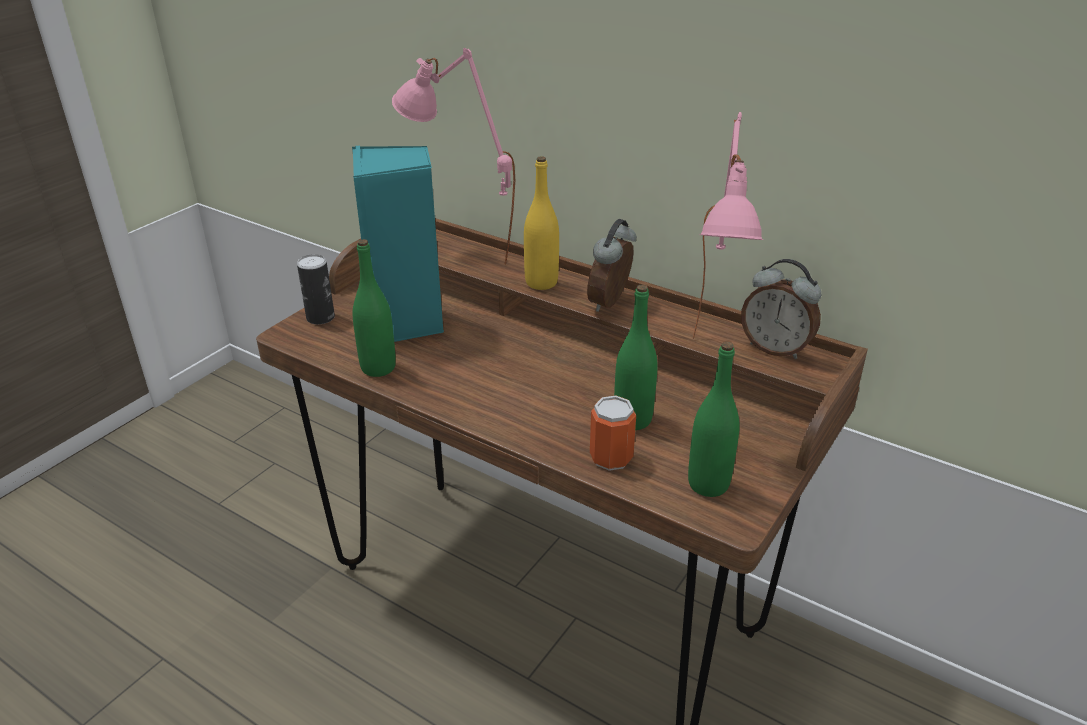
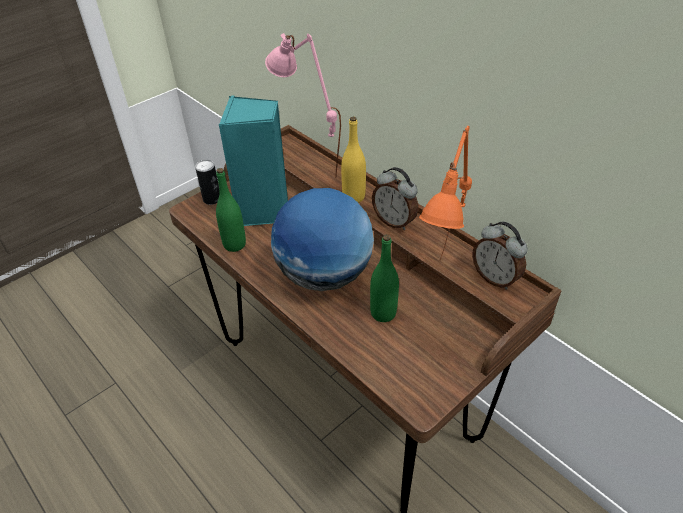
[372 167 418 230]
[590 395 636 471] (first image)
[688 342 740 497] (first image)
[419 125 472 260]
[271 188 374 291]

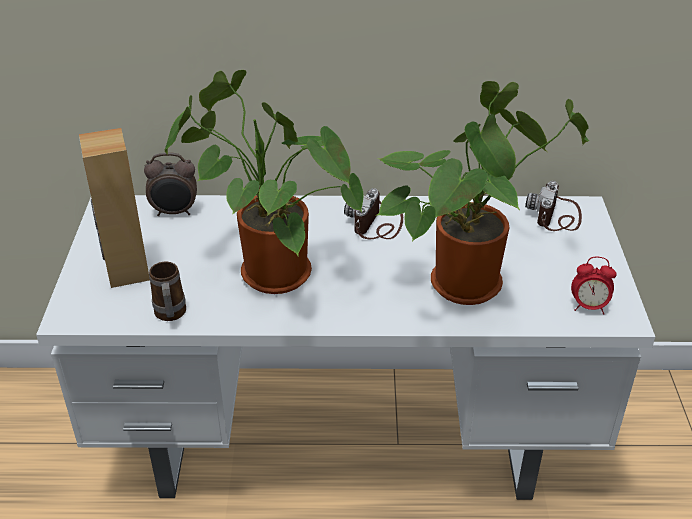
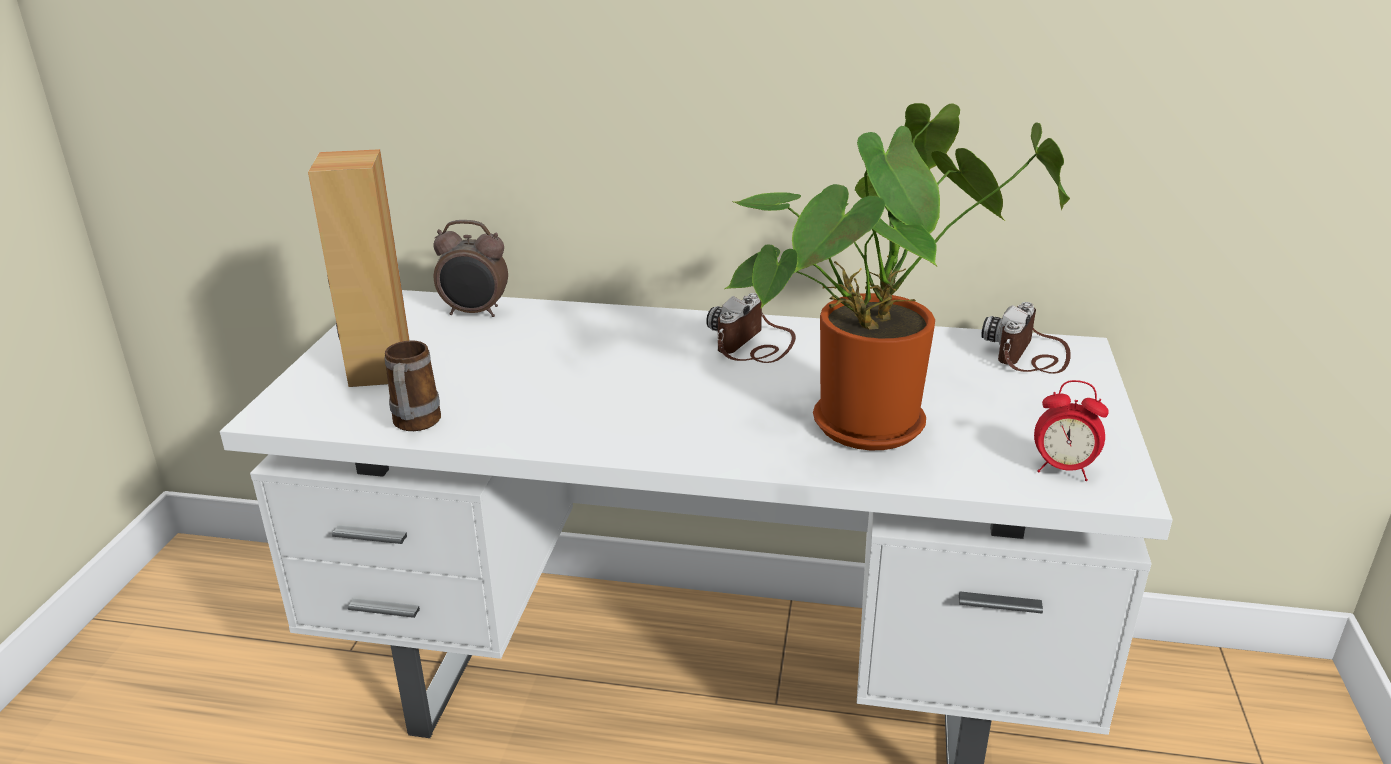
[165 70 364 294] (first image)

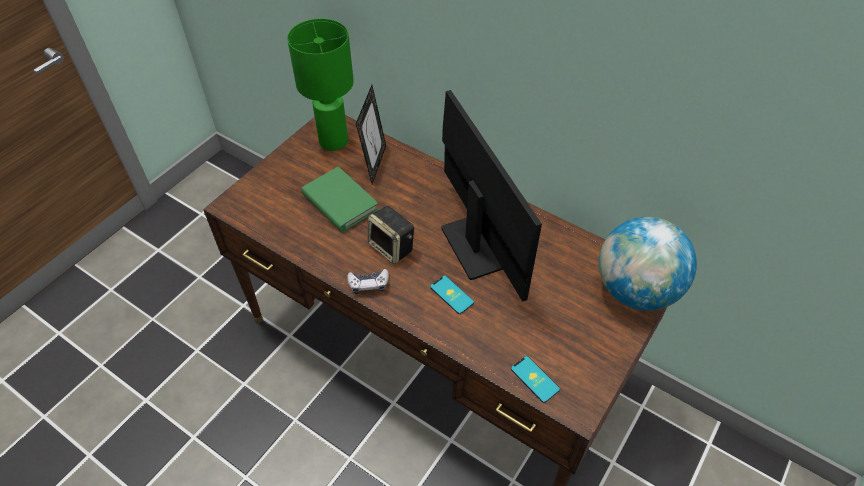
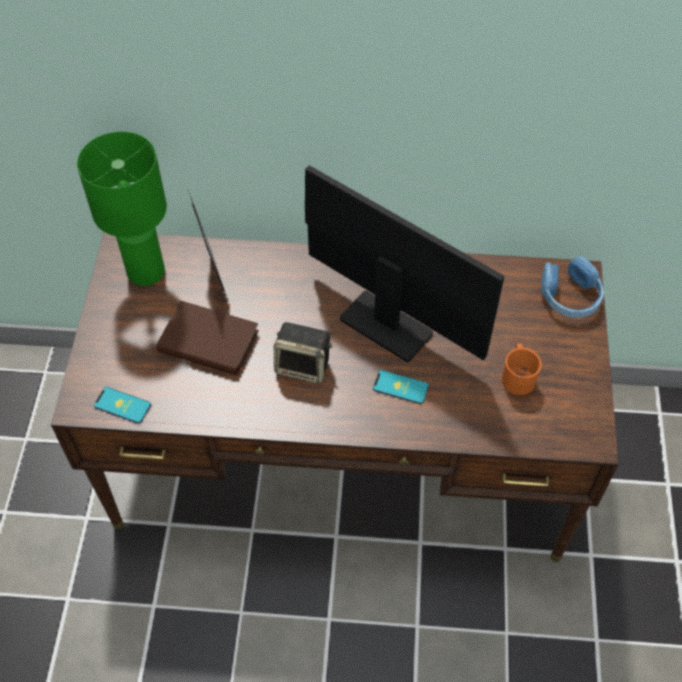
[157 301 259 375]
[347 269 389 294] (first image)
[94 387 151 424]
[541 256 604 318]
[502 343 542 395]

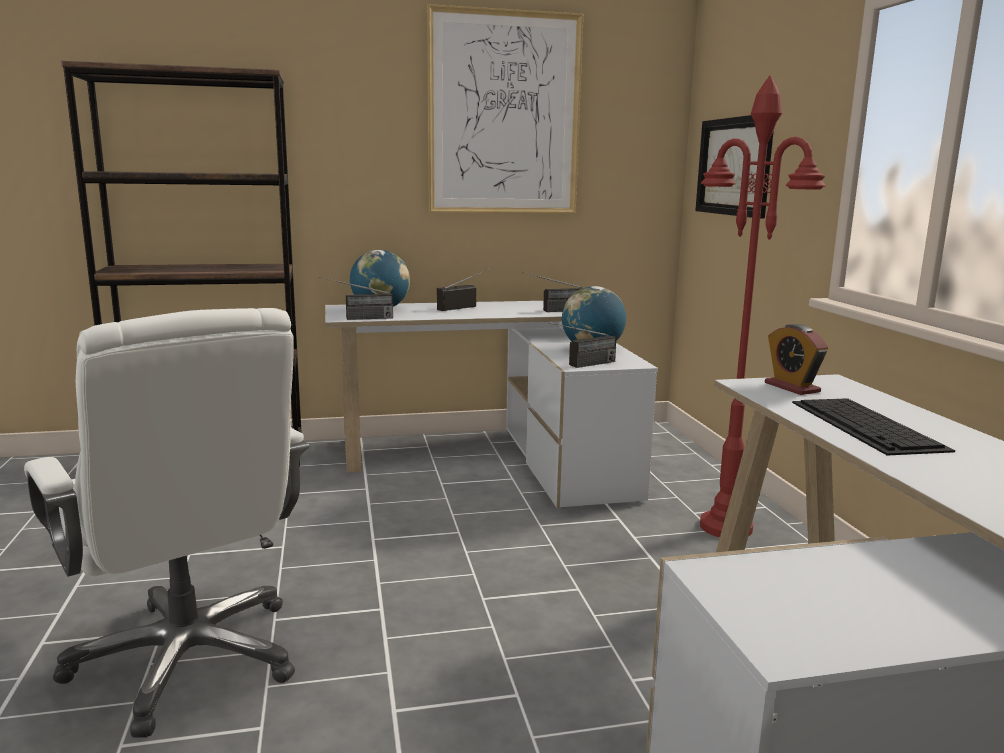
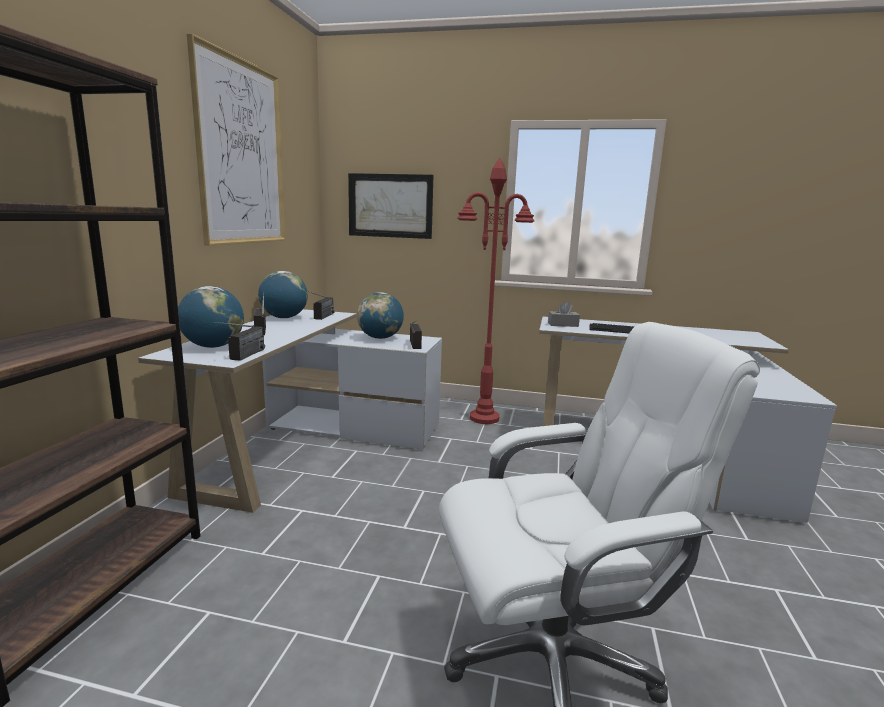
[548 301 580 327]
[258 271 308 318]

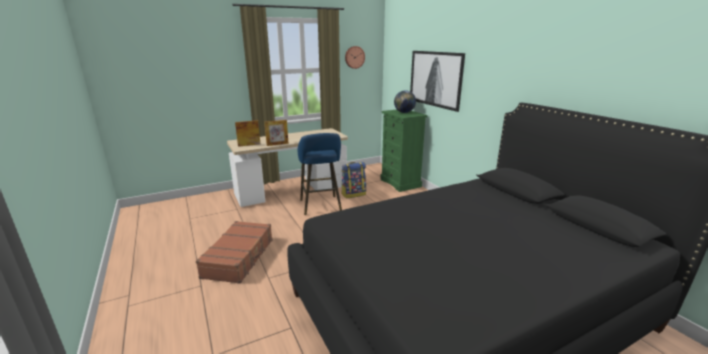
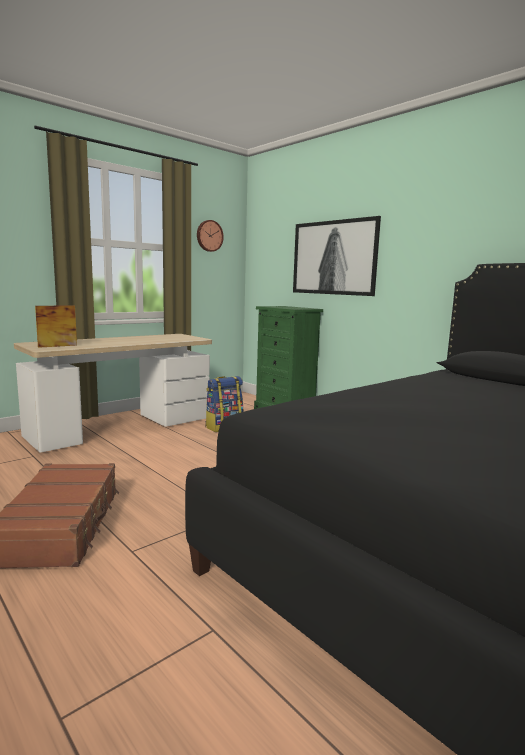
[265 120 289 146] (first image)
[298 133 342 215] (first image)
[394 90 416 113] (first image)

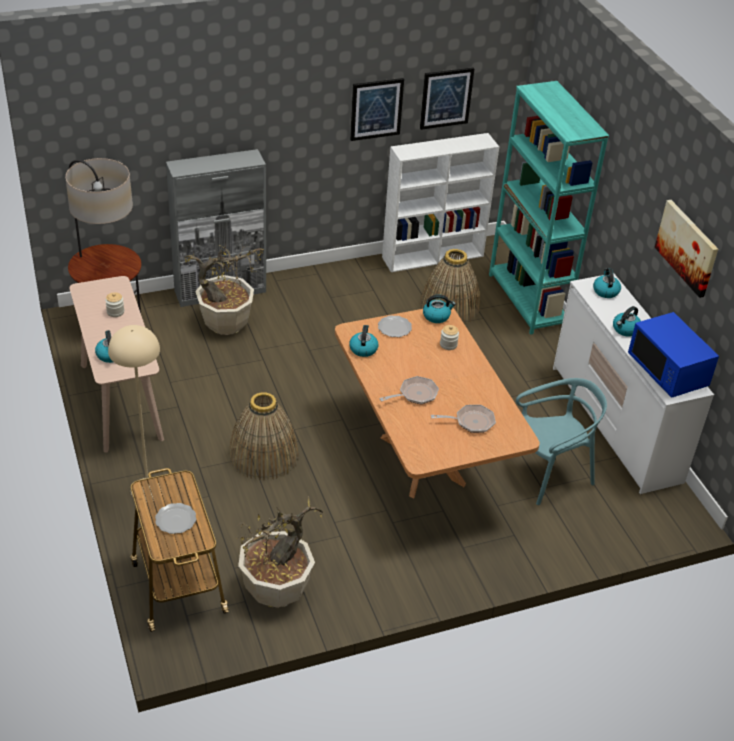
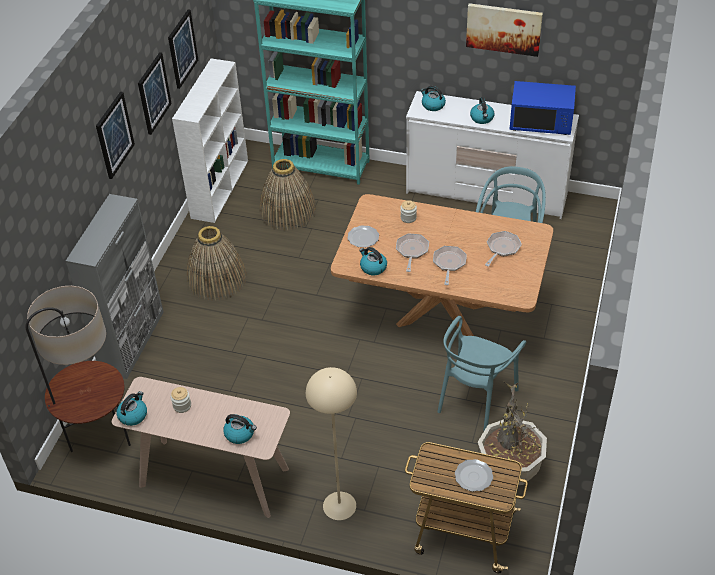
[185 244 264 335] (first image)
[187 226 247 301]
[116 391 147 426]
[96 92 135 179]
[396 234 429 272]
[437 316 526 431]

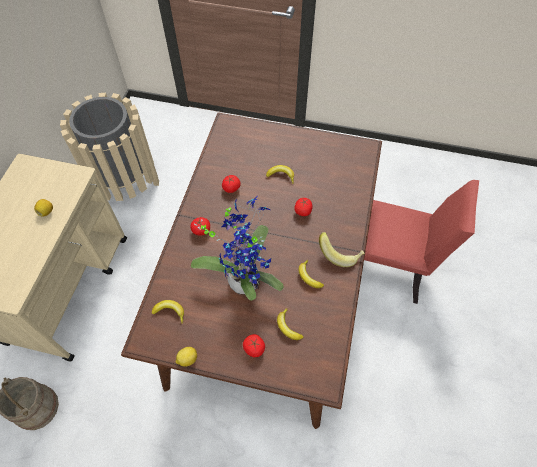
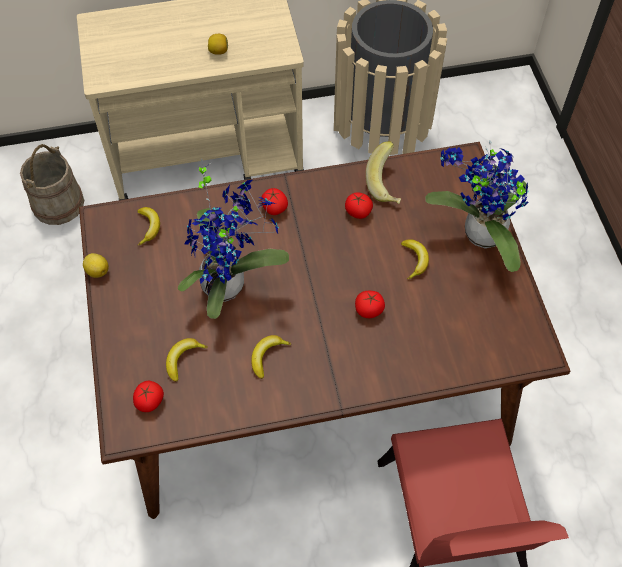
[133 381 164 412]
[366 141 401 204]
[425 140 529 272]

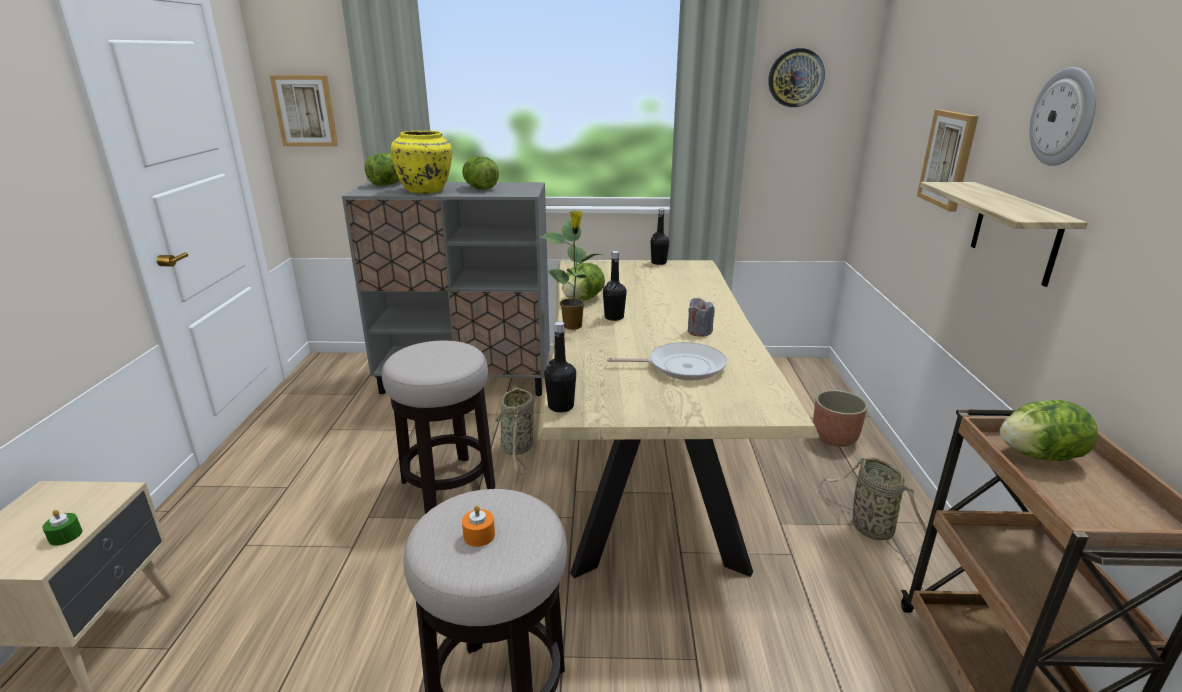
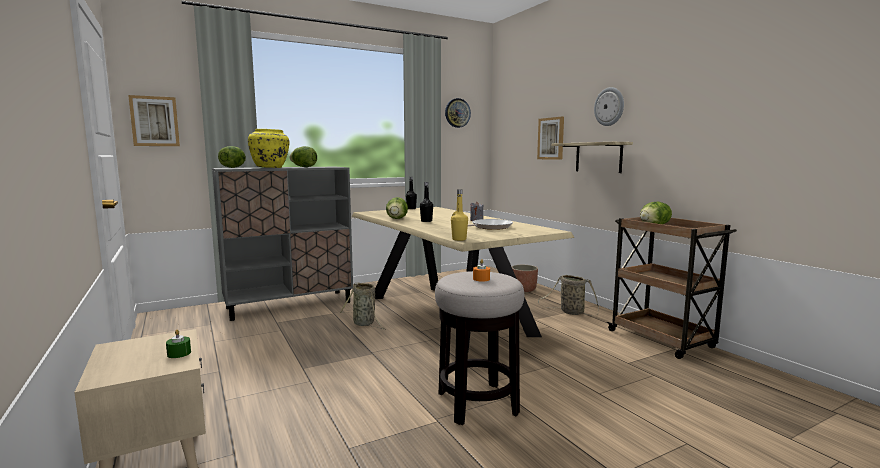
[382 341 495 514] (first image)
[540 211 601 330] (first image)
[451 189 468 241]

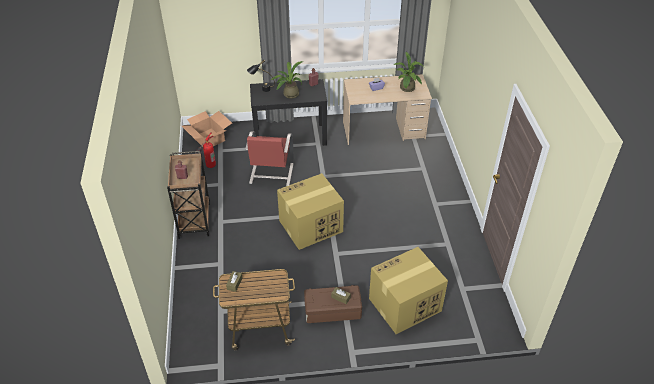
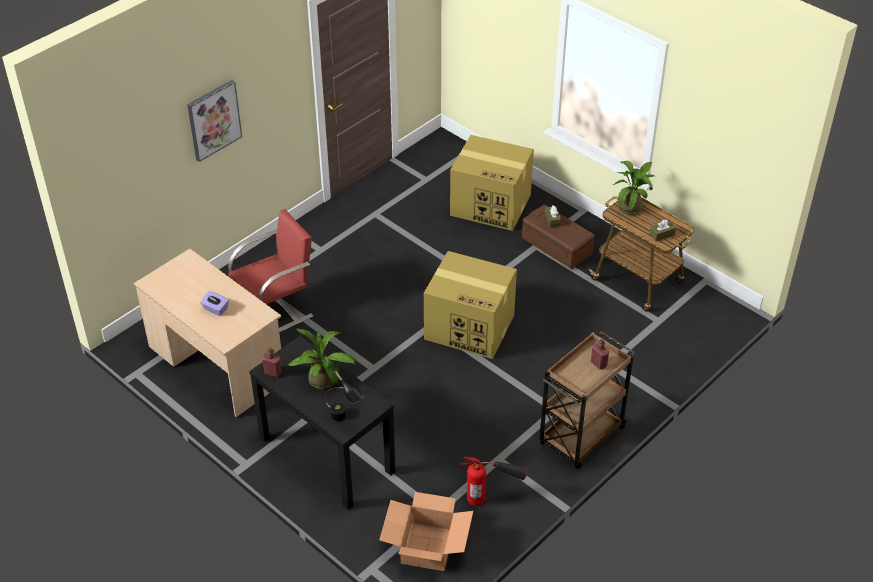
[228 209 313 332]
[613 161 655 215]
[187 80 242 162]

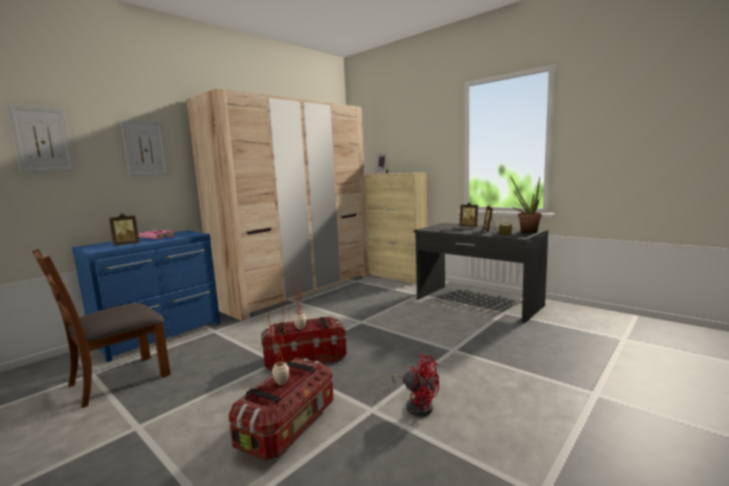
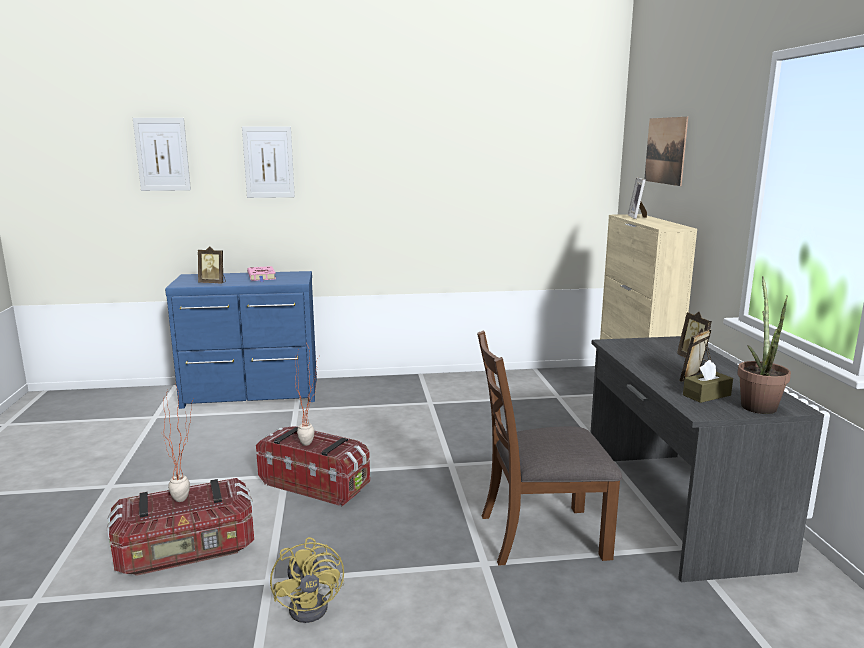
[477 330 622 565]
[186 89 369 321] (first image)
[270 537 344 623]
[644 117 688 186]

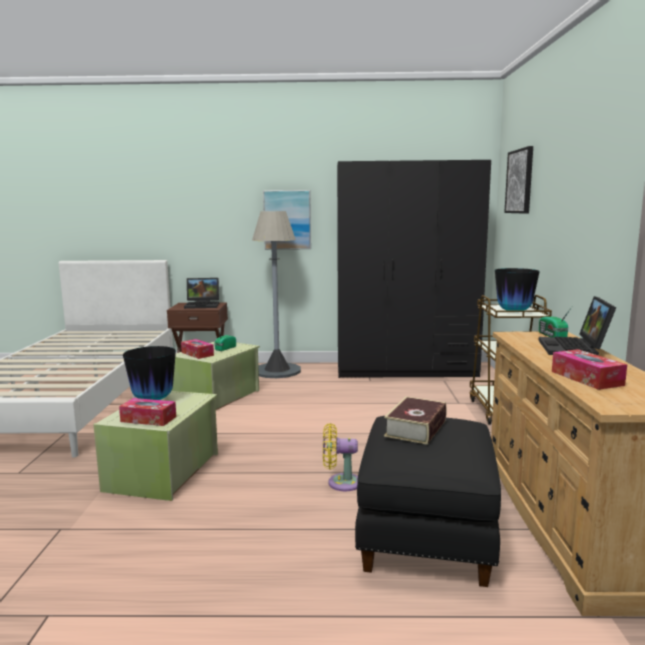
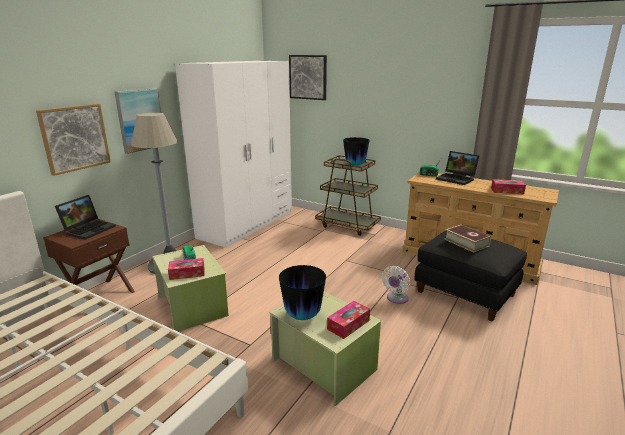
[382 266 410 304]
[175 61 292 248]
[36 104 111 176]

